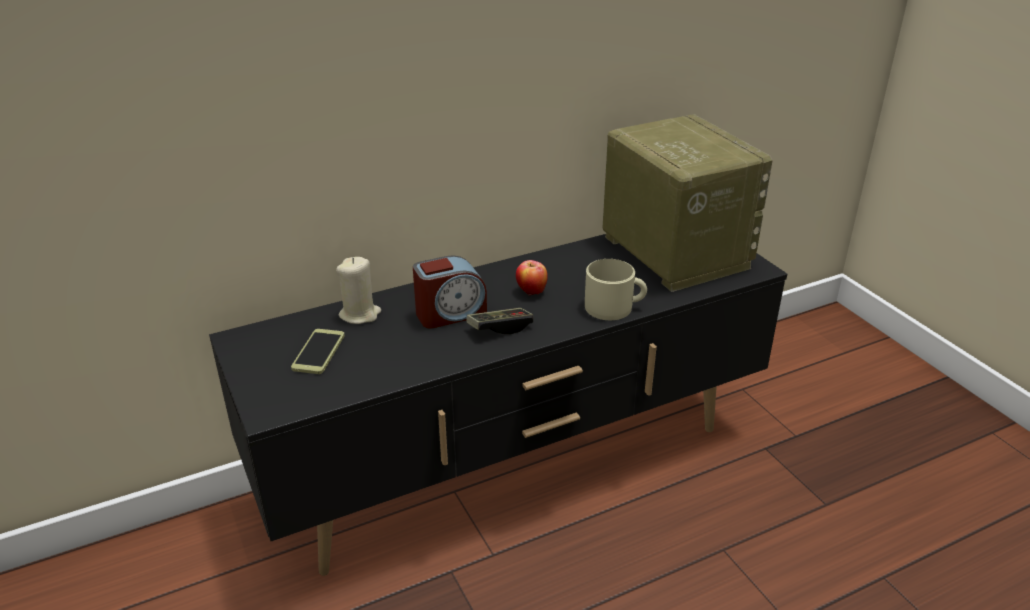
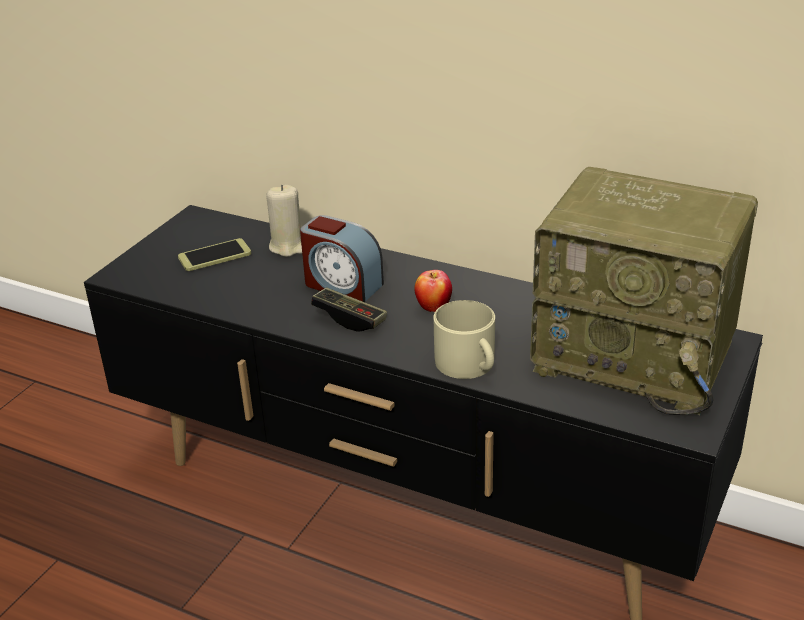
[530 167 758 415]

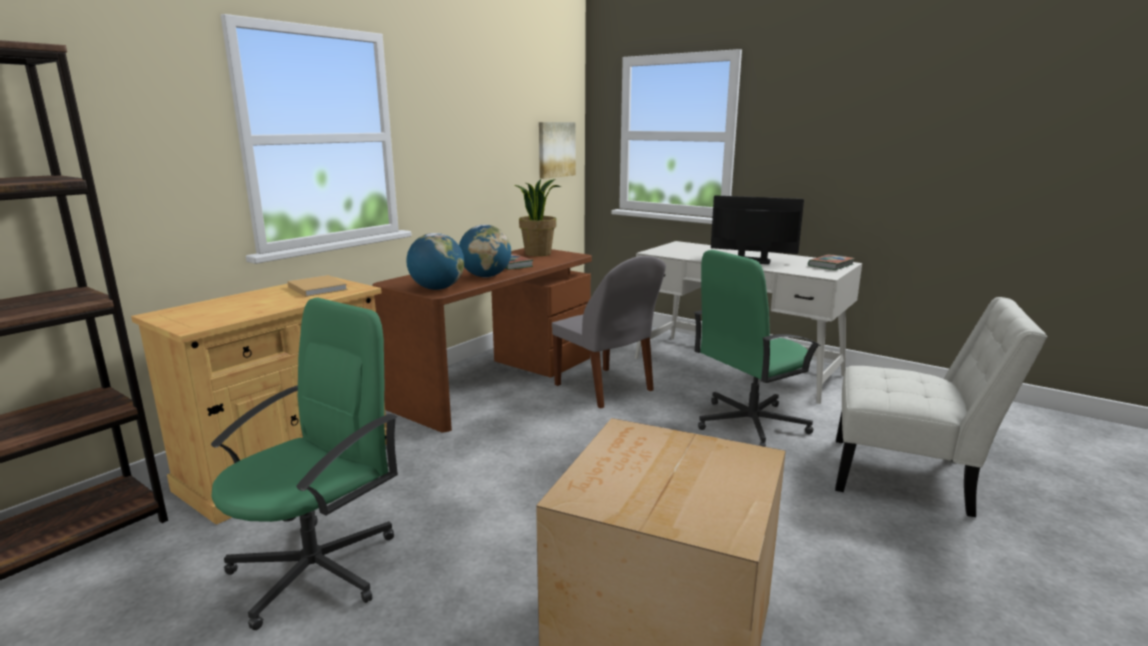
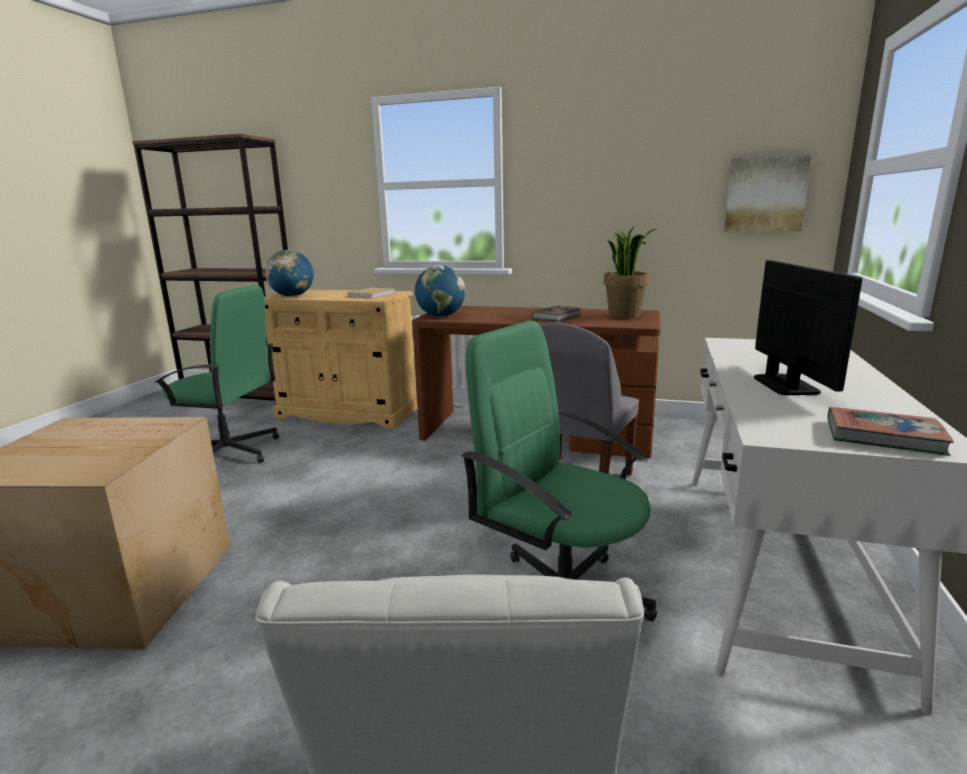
[265 250 314 297]

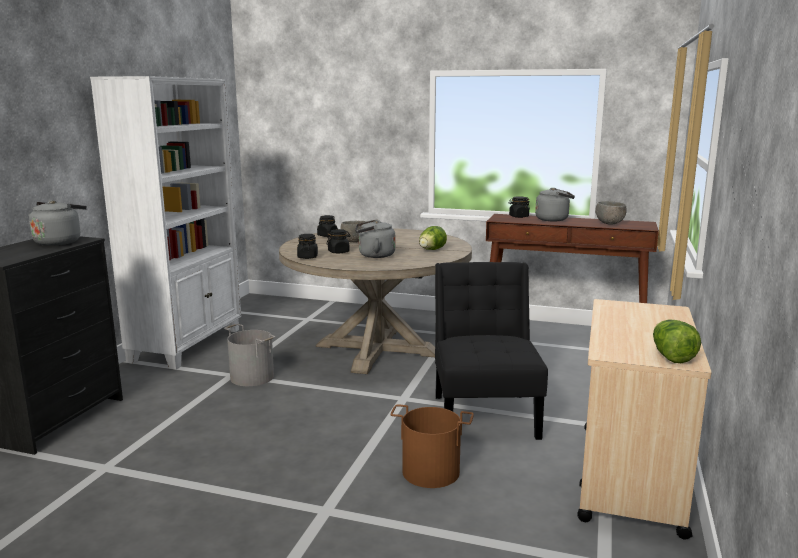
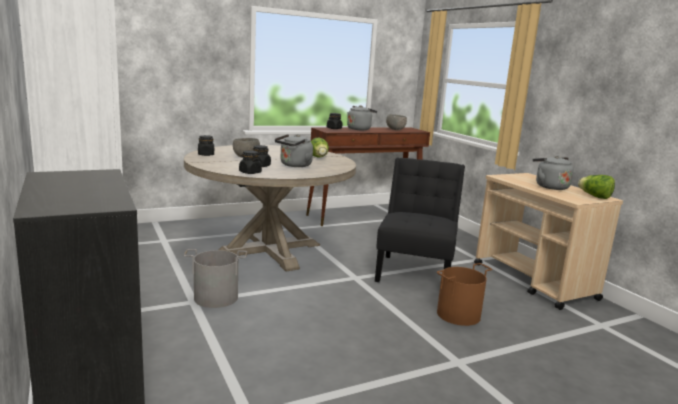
[532 156 574 190]
[375 157 465 282]

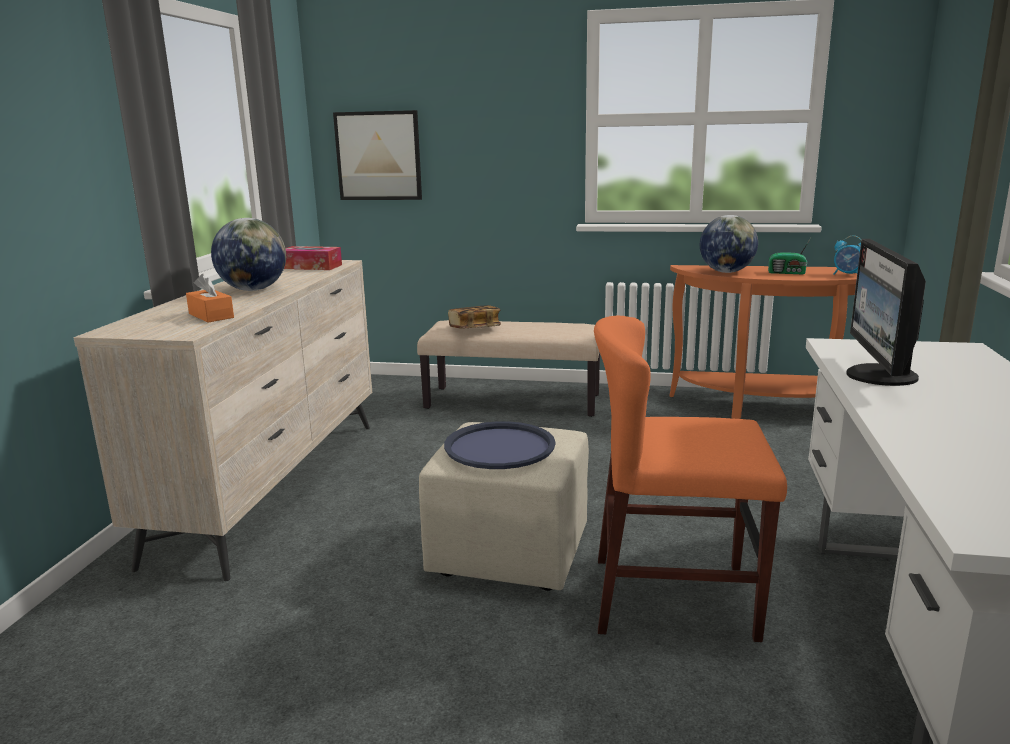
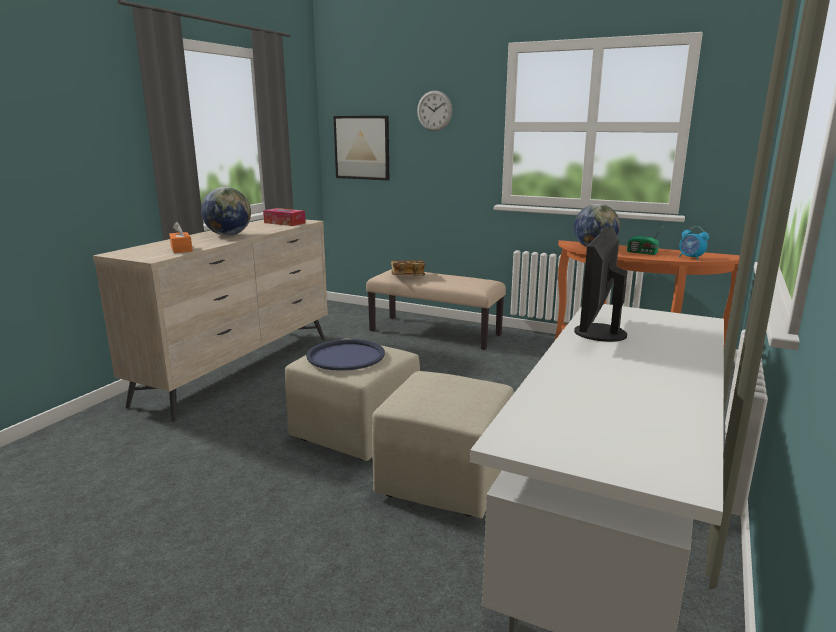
[372 371 514 519]
[417 90 452 131]

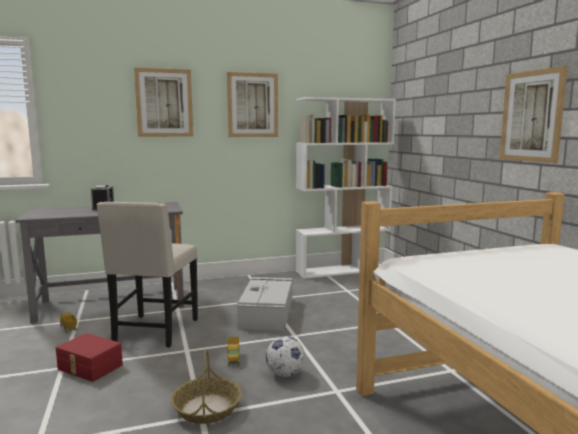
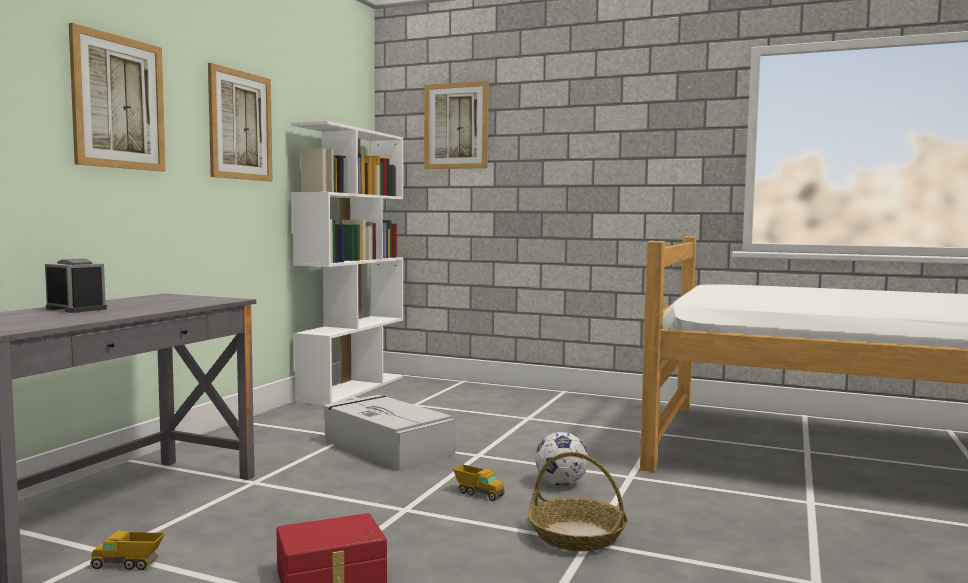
[96 202 198 348] (first image)
[424 81 489 169]

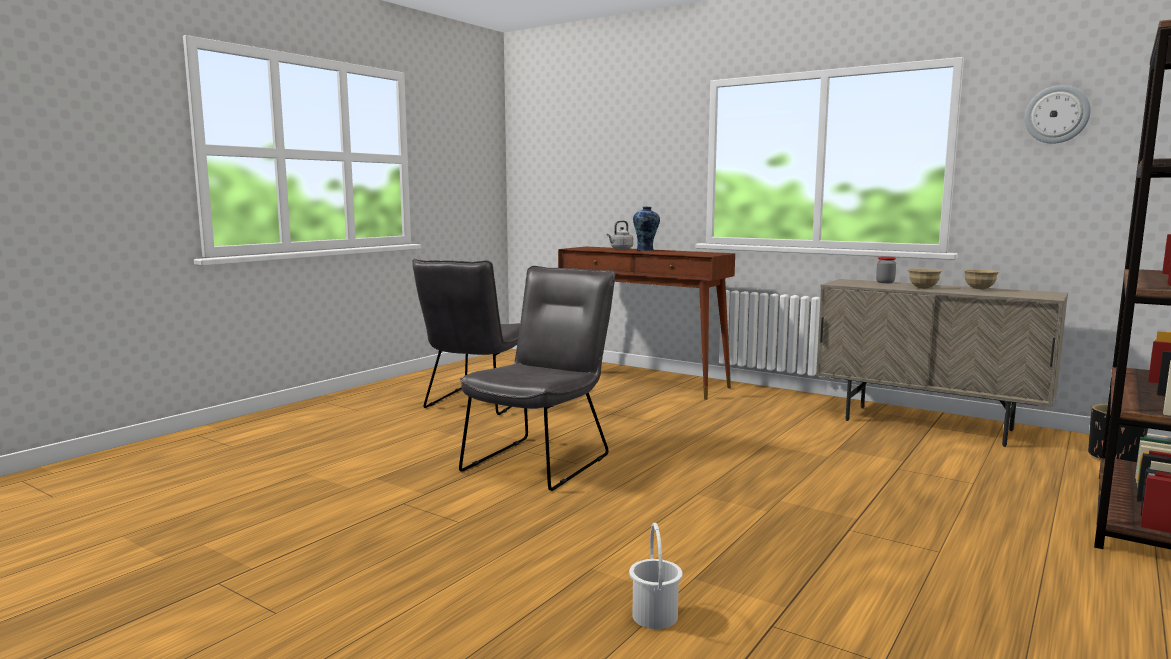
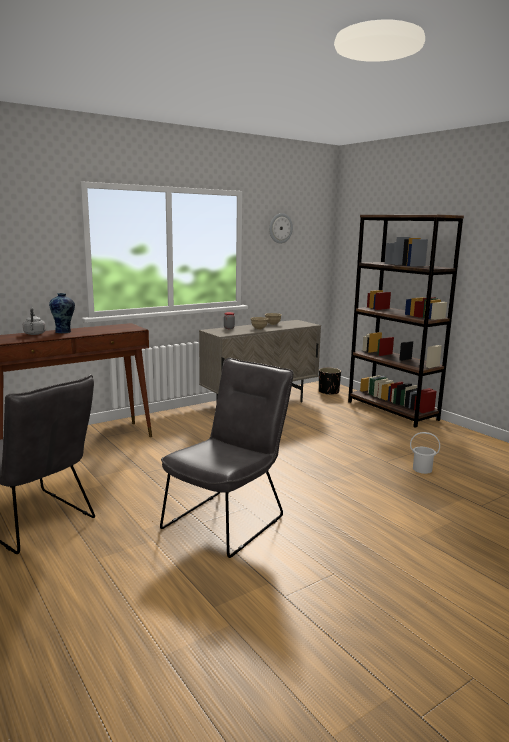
[160 358 294 558]
[410 432 440 474]

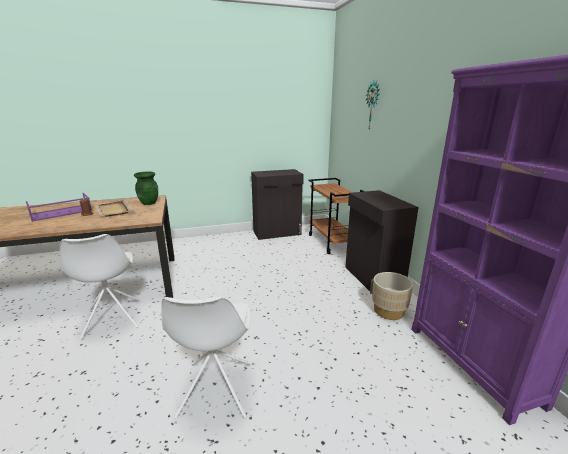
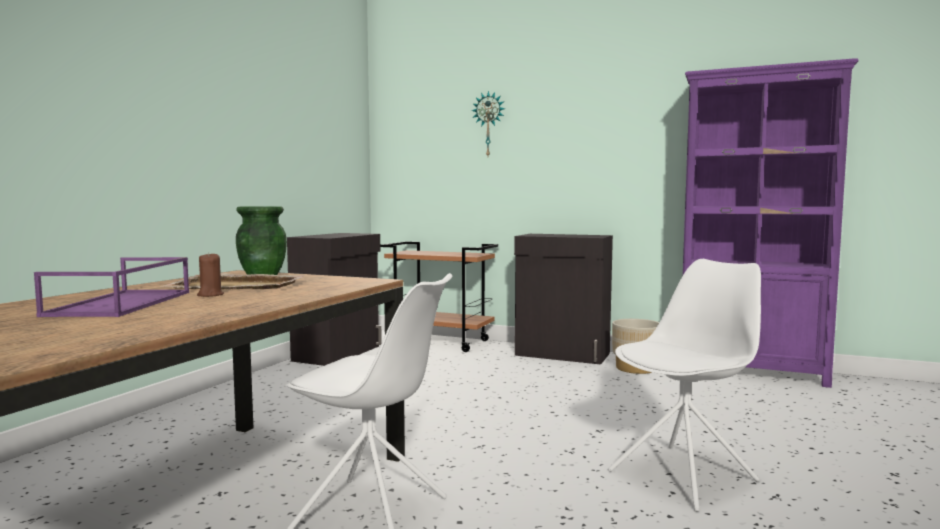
[608 259 761 512]

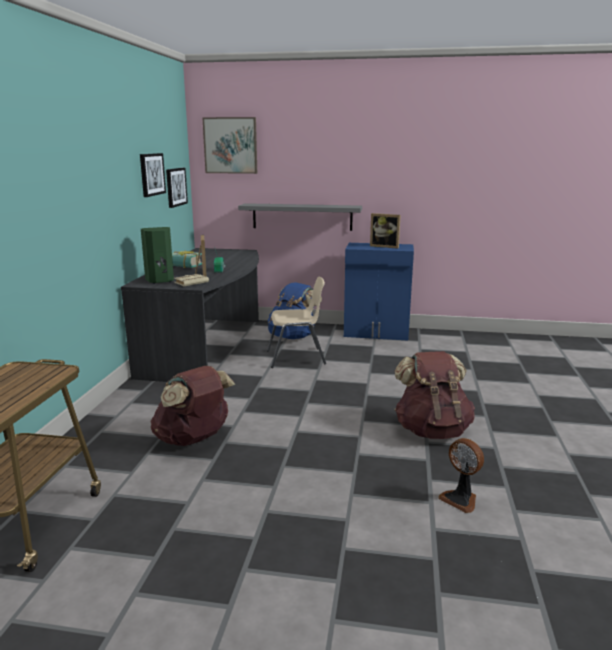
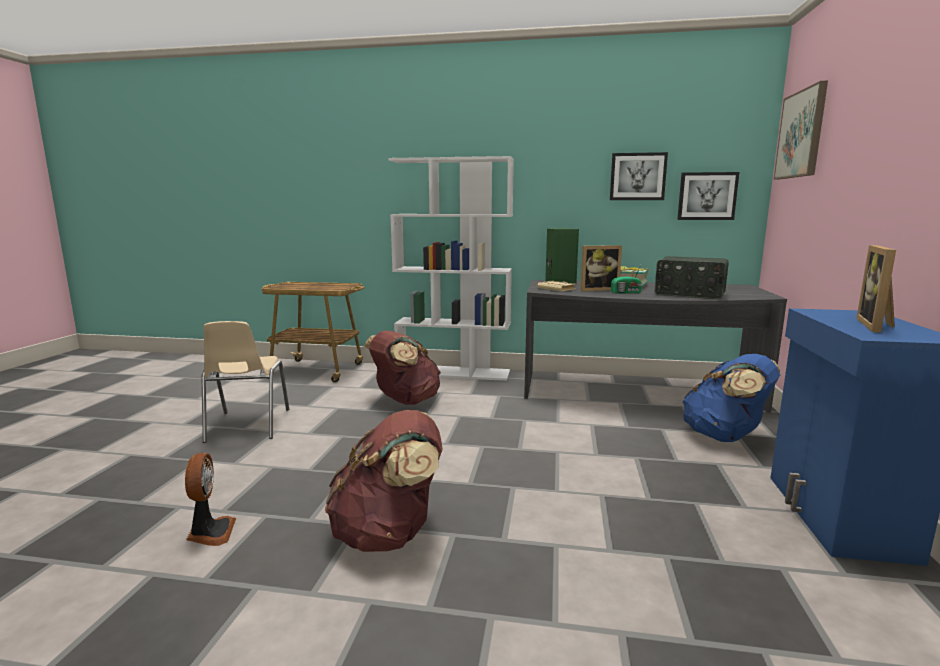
[238 203 362 231] (first image)
[201 321 289 443]
[185 453 236 546]
[388 156 514 381]
[655 256 729 299]

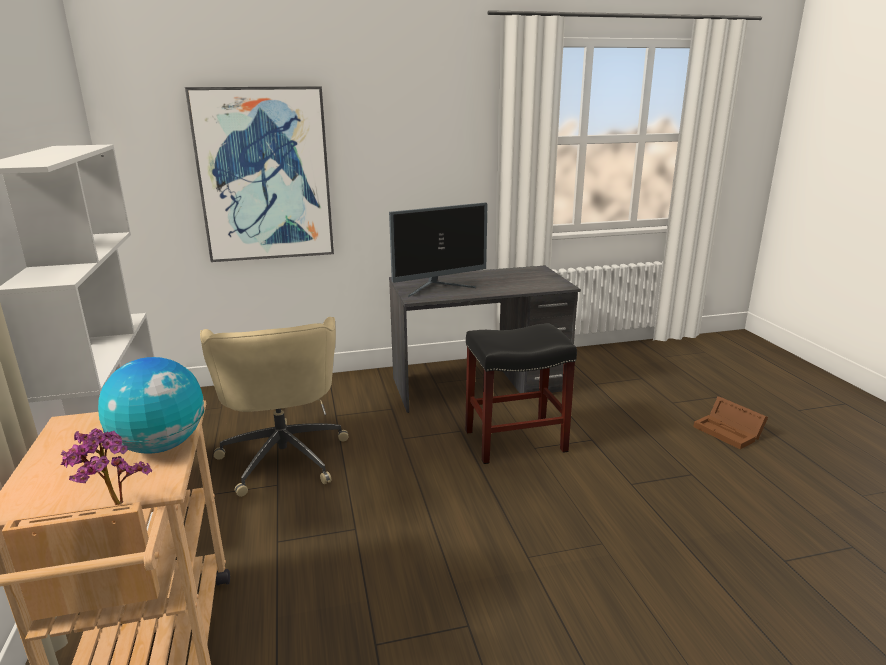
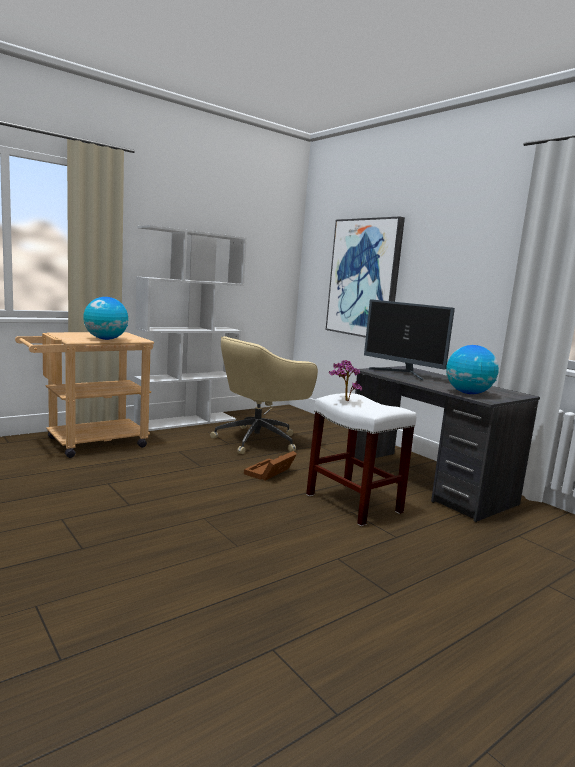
[329 360 362 401]
[306 393 416 526]
[244 451 297 481]
[446 345 499 394]

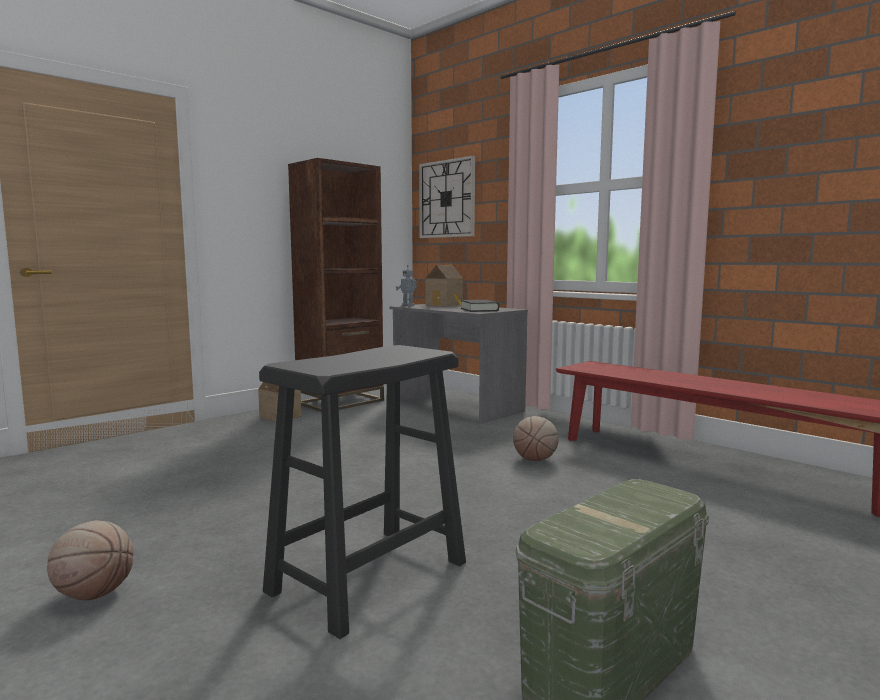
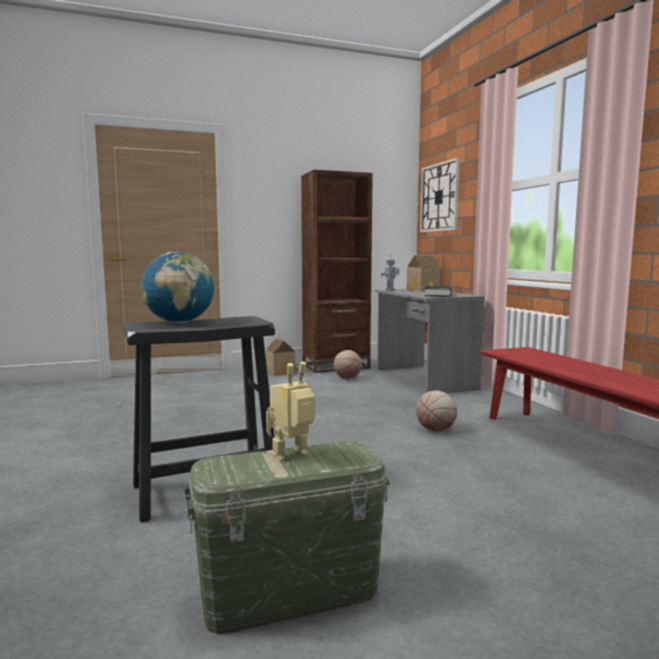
[334 350 362 379]
[141 252 214 323]
[266 361 315 461]

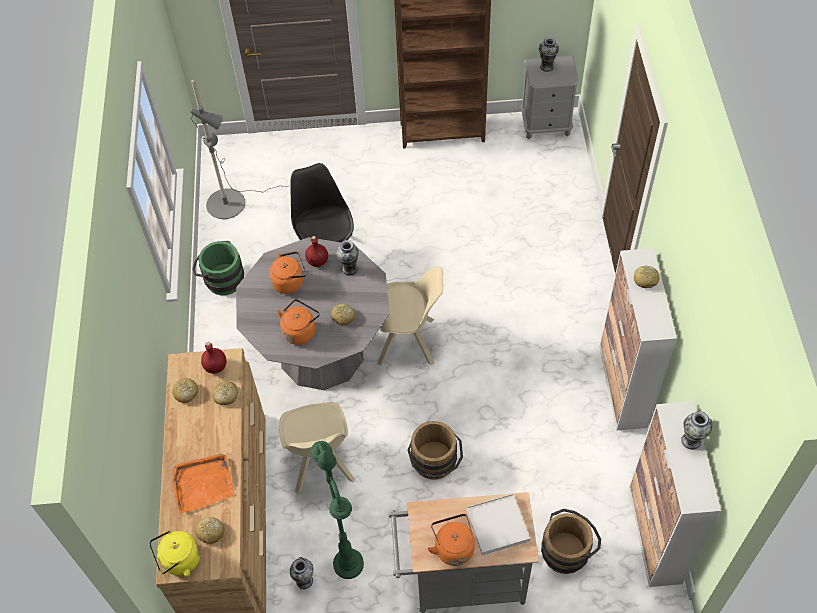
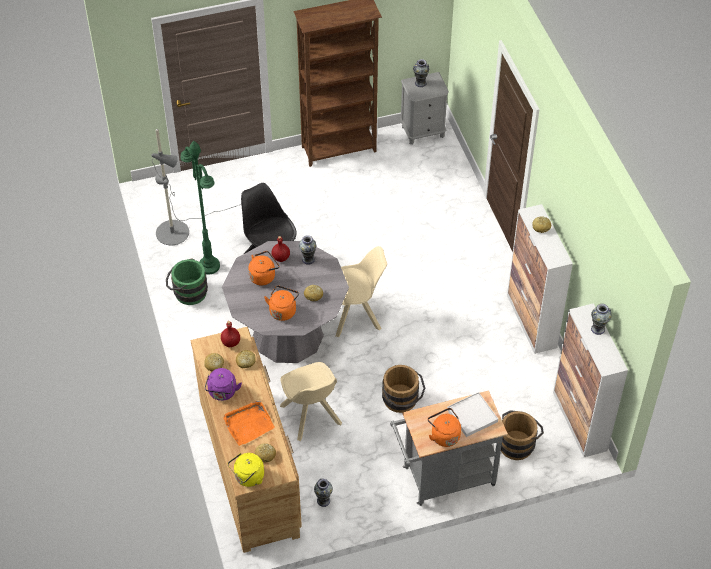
[180 141 220 275]
[205 368 242 401]

